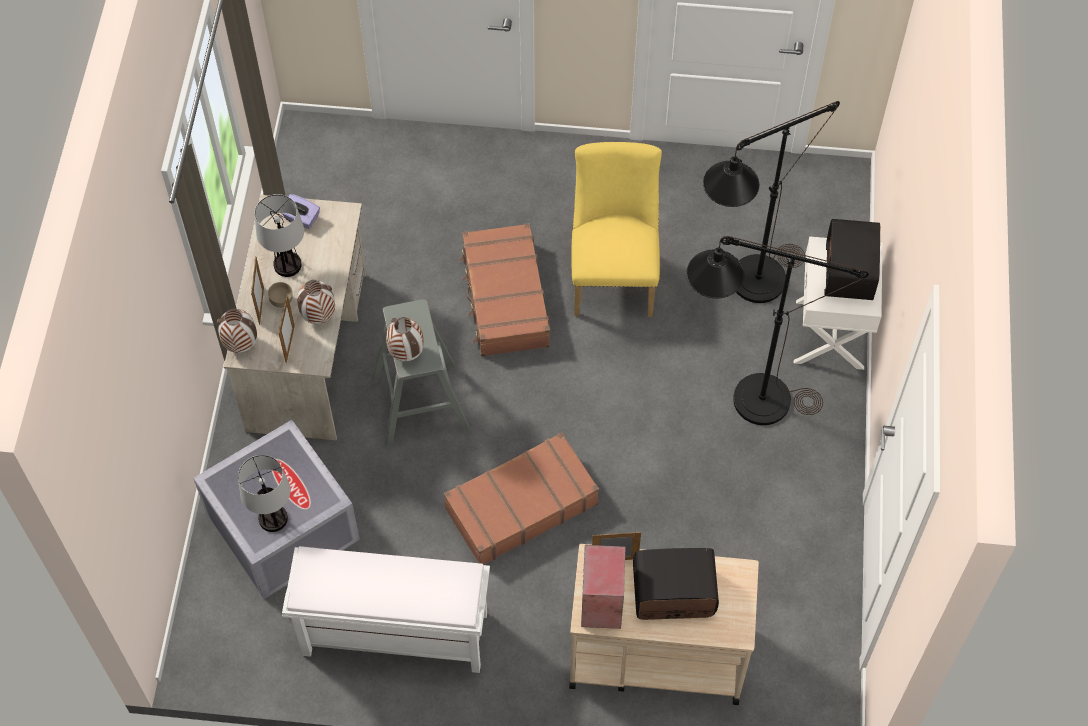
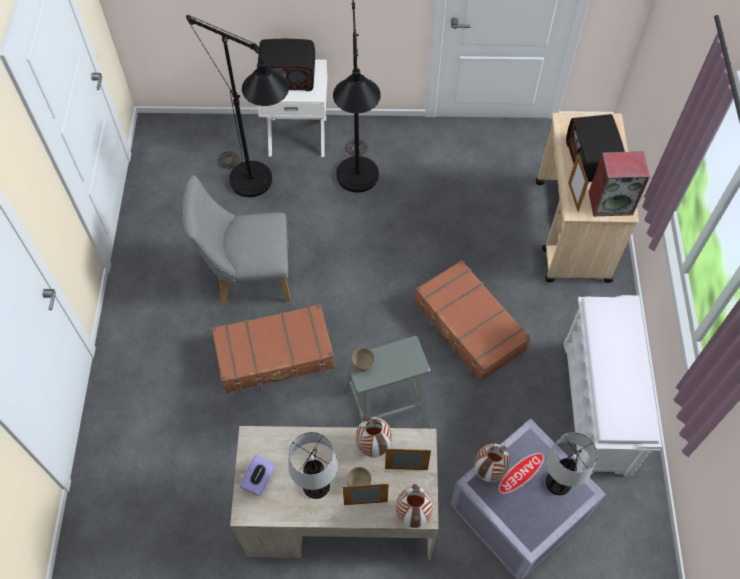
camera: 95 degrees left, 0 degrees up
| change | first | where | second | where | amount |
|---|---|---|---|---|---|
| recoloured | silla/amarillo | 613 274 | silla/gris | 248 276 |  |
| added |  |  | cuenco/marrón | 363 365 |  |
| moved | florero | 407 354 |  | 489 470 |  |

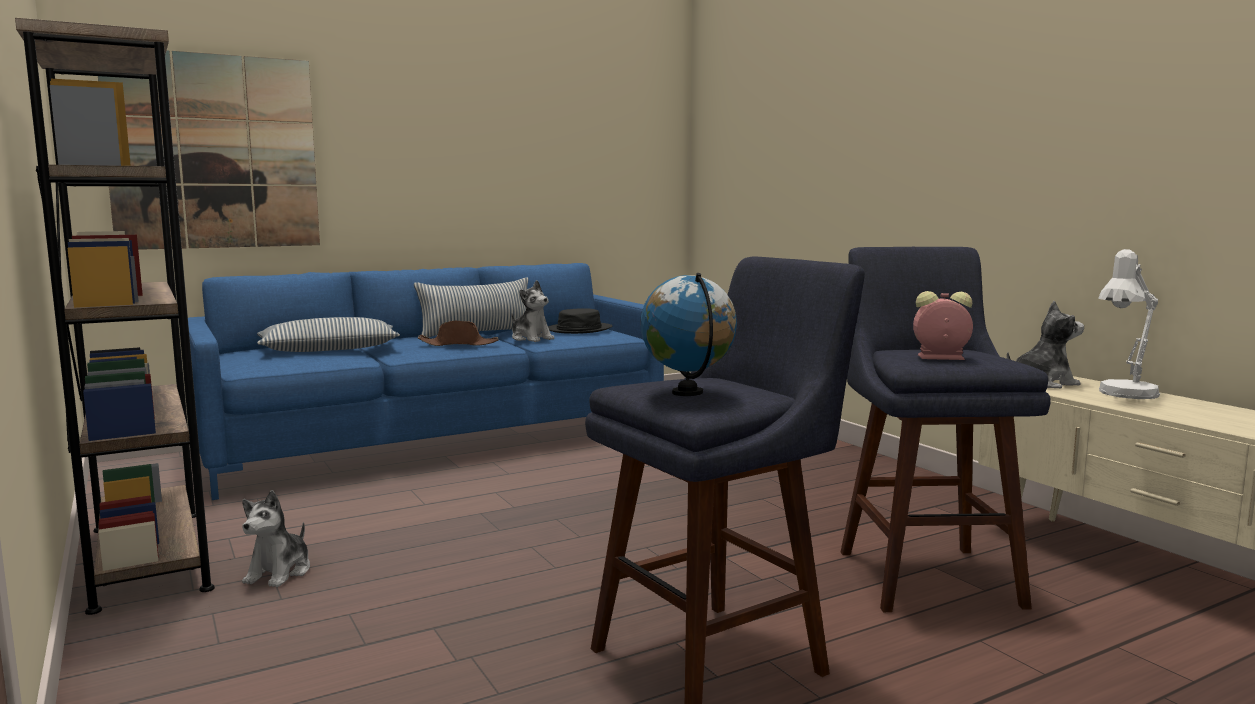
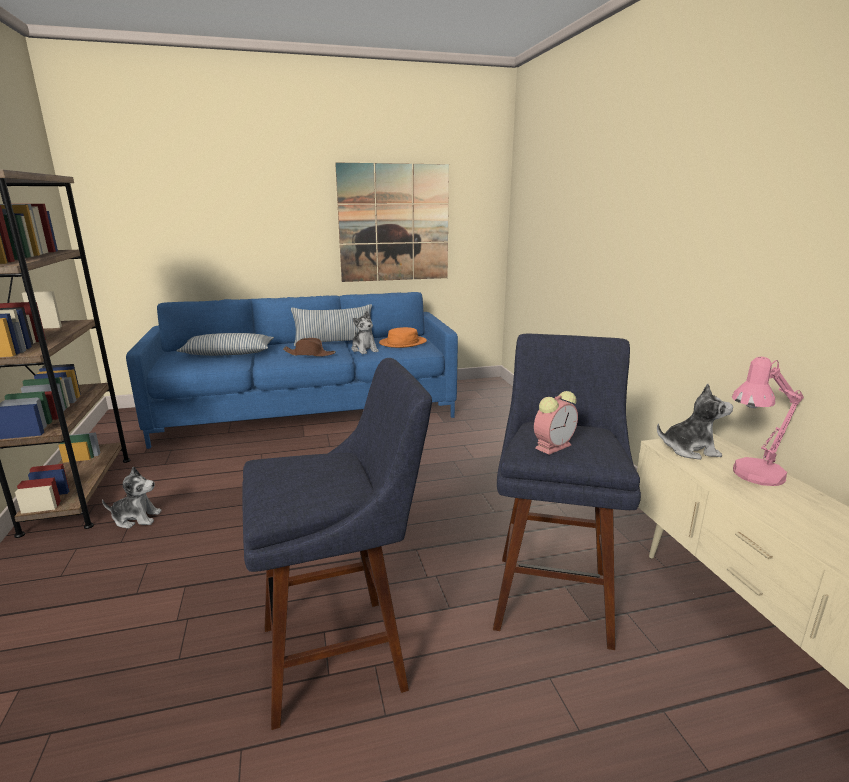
camera: 15 degrees right, 10 degrees up
| change | first | where | second | where | amount |
|---|---|---|---|---|---|
| turned | peluche | 279 573 |  | 136 518 | 120 degrees counterclockwise |
| moved | cuadro | 214 152 |  | 394 223 |  |
| recoloured | sombrero/negro | 579 329 | sombrero/naranja | 402 343 |  |
| turned | despertador | 938 357 |  | 554 446 | 120 degrees clockwise |
| recoloured | lámpara de mesa/blanco | 1123 395 | lámpara de mesa/rosa | 751 476 |  |
| removed | globo terráqueo | 688 393 |  |  |  |

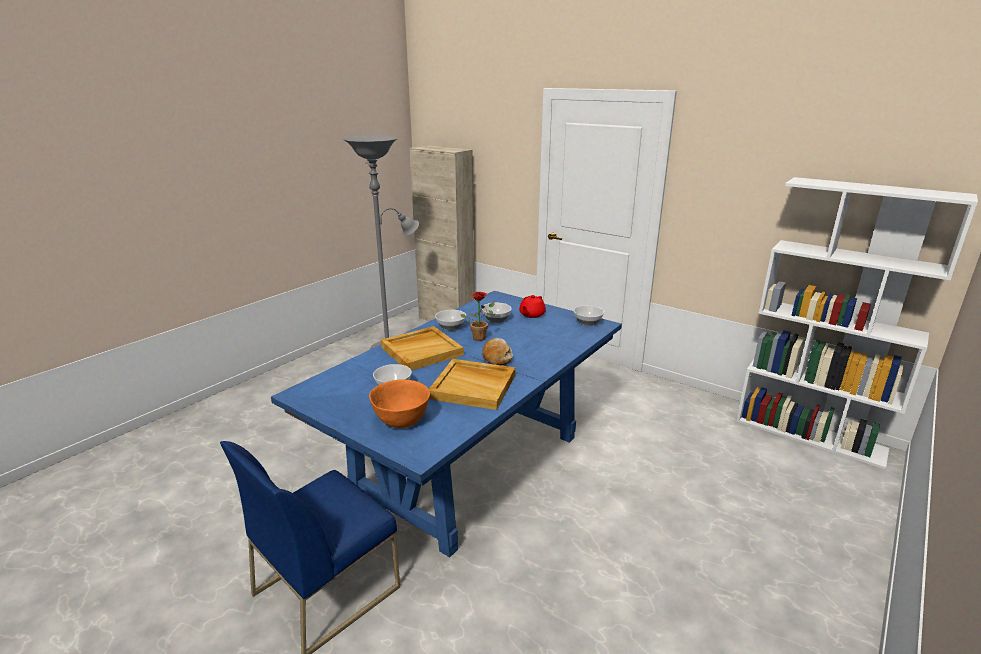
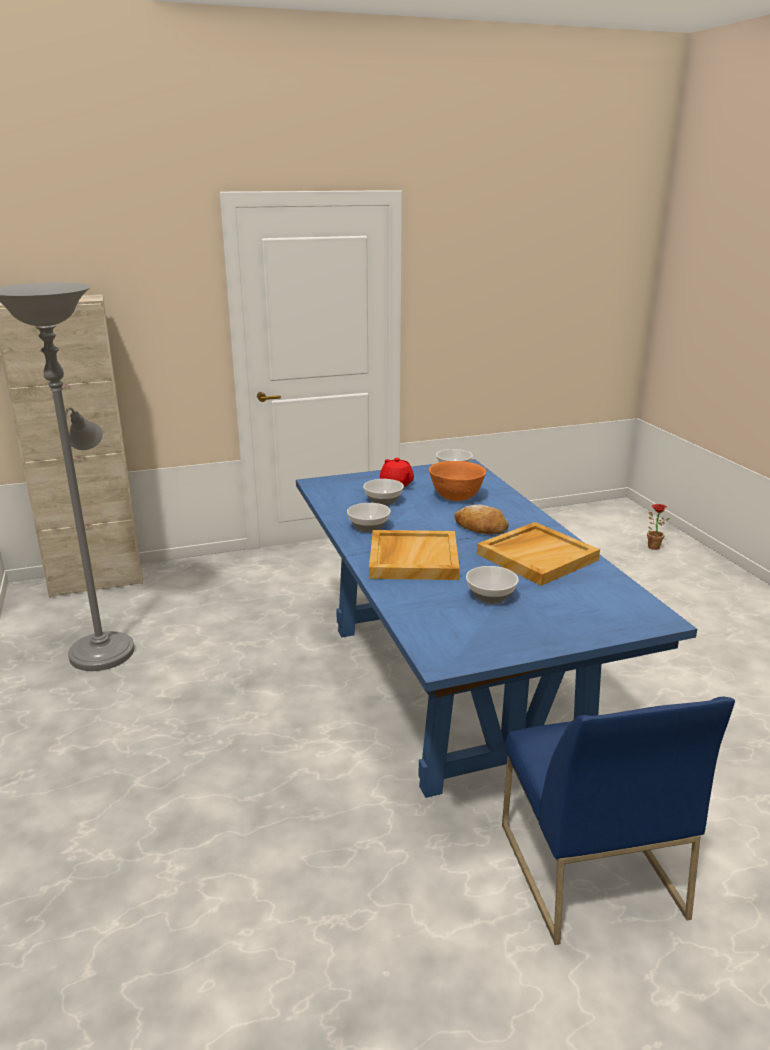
camera: 55 degrees left, 0 degrees up
| change | first | where | second | where | amount |
|---|---|---|---|---|---|
| moved | cuenco/naranja | 401 421 |  | 456 497 |  |
| moved | planta en maceta | 480 337 |  | 651 546 |  |
| removed | estantería/blanco | 810 435 |  |  |  |

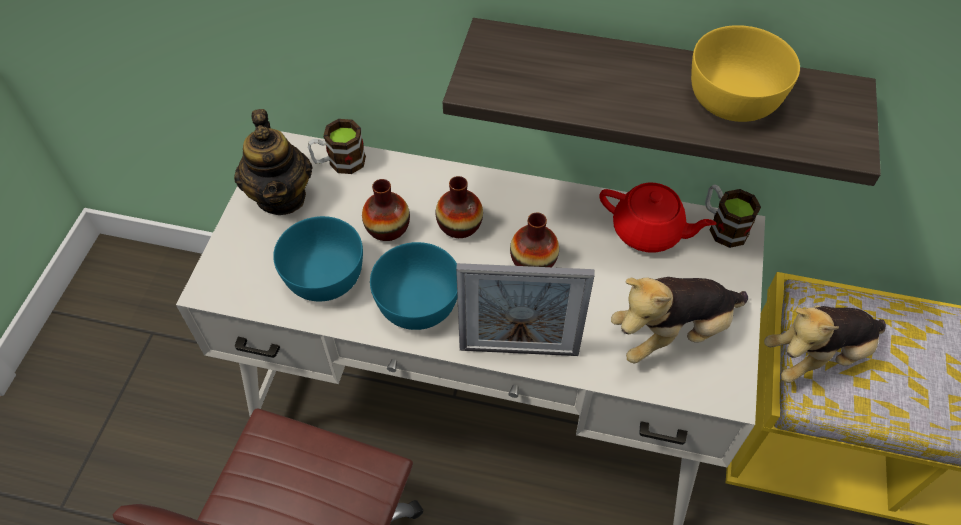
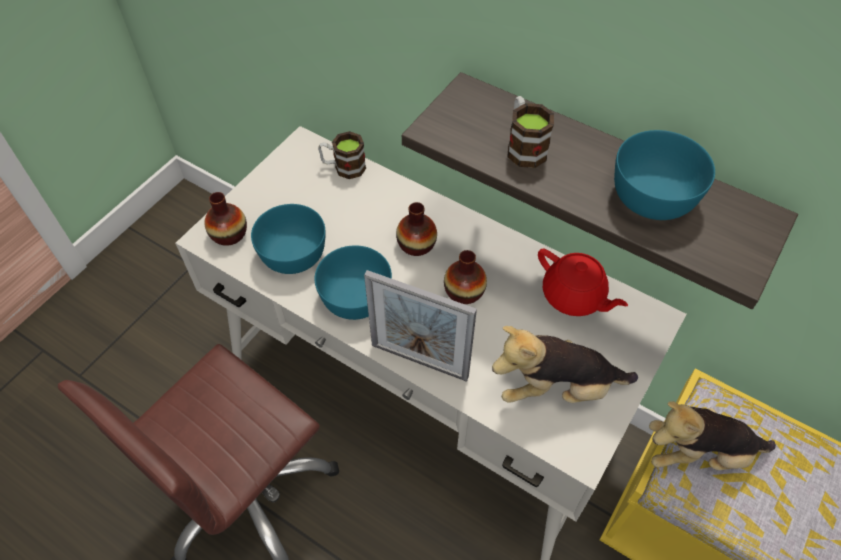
camera: 20 degrees right, 0 degrees up
| change | first | where | second | where | amount |
|---|---|---|---|---|---|
| moved | florero | 387 227 |  | 229 234 |  |
| moved | taza grande | 722 226 |  | 523 146 |  |
| recoloured | cuenco/amarillo | 735 98 | cuenco/turquesa | 654 196 |  |
| removed | tetera | 281 196 |  |  |  |

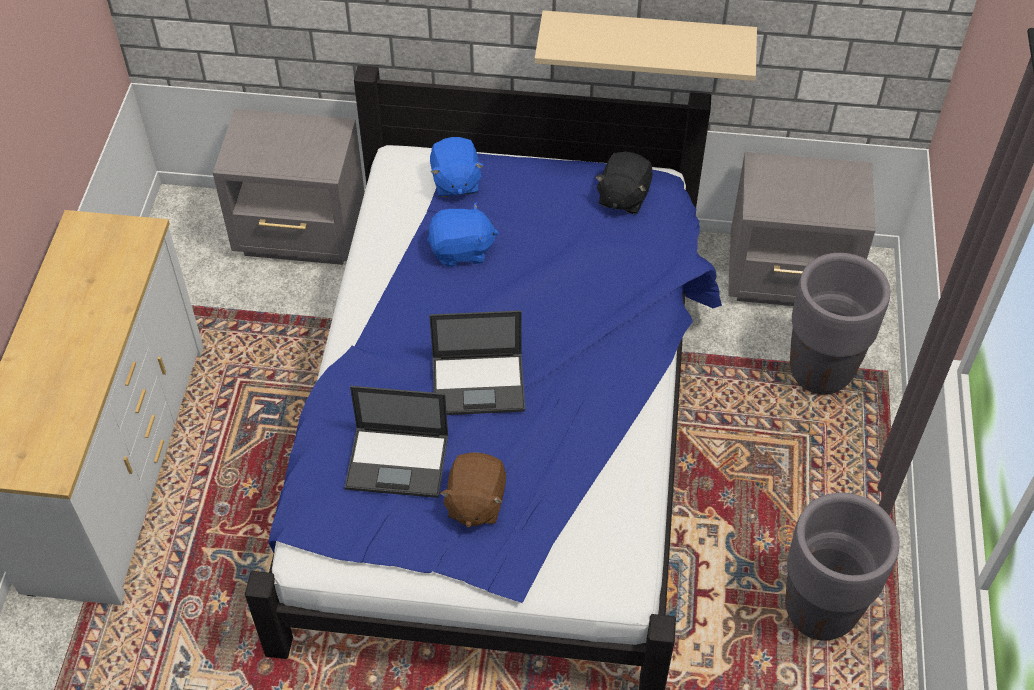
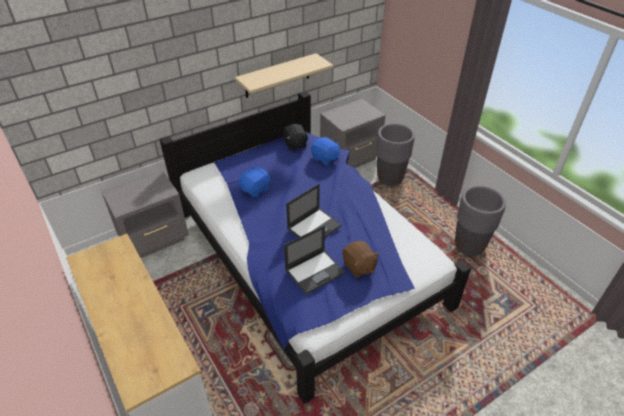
camera: 40 degrees left, 10 degrees down
| change | first | where | second | where | amount |
|---|---|---|---|---|---|
| moved | peluche/azul | 455 182 |  | 325 158 |  |

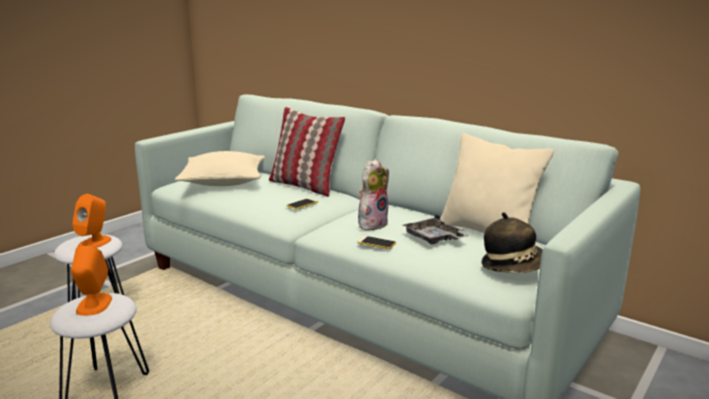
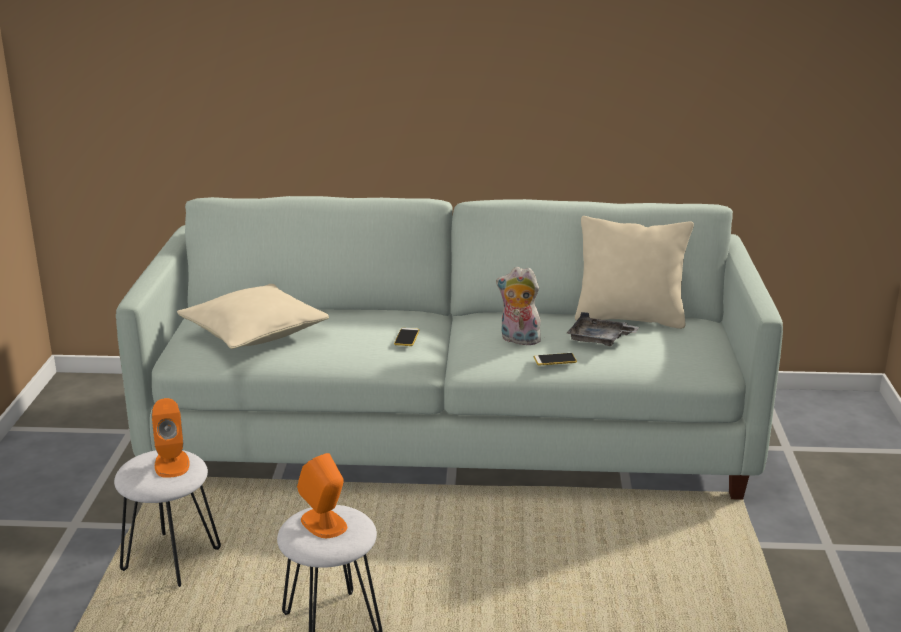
camera: 35 degrees left, 5 degrees up
| change | first | where | second | where | amount |
|---|---|---|---|---|---|
| turned | peluche | 372 224 |  | 518 340 | 75 degrees counterclockwise |
| removed | cojín | 304 186 |  |  |  |
| removed | sombrero | 513 266 |  |  |  |

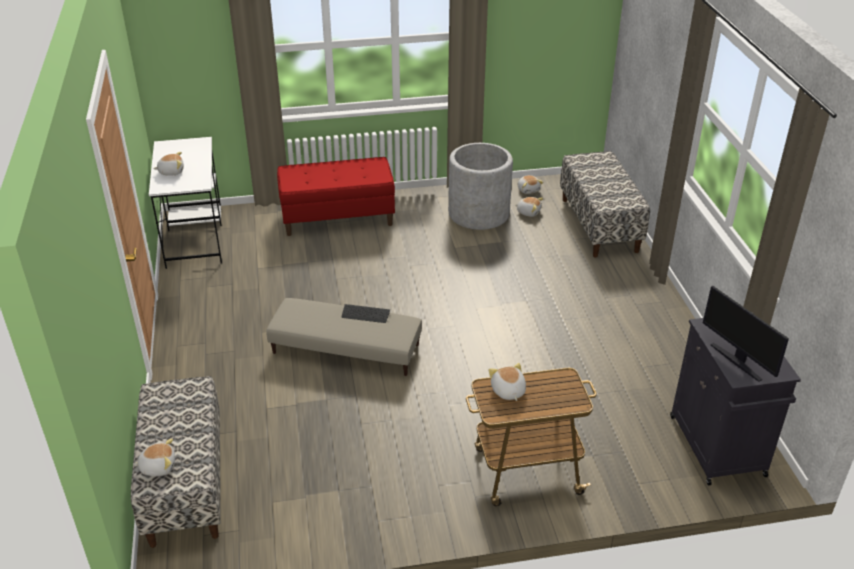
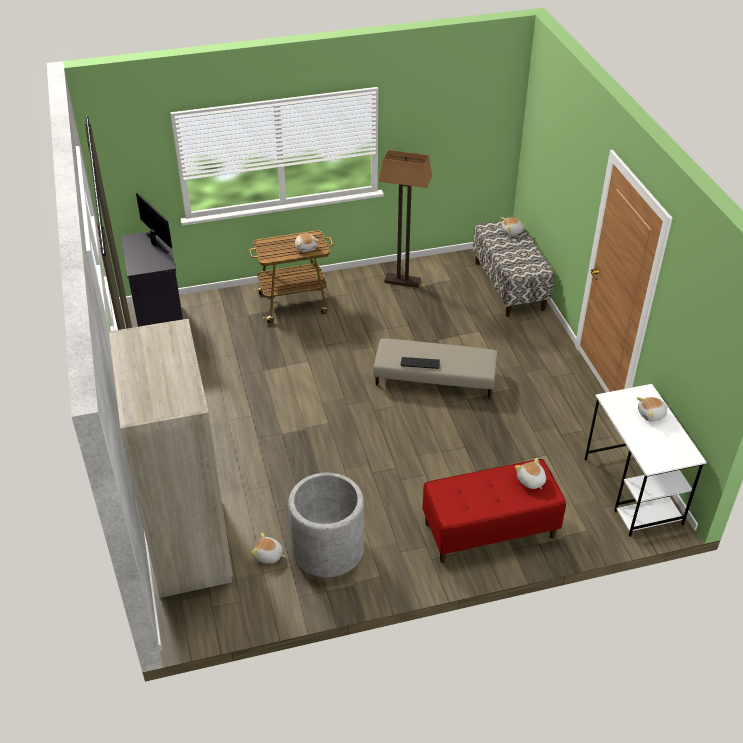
camera: 175 degrees right, 5 degrees up
| change | first | where | second | where | amount |
|---|---|---|---|---|---|
| replaced | banco | 599 225 | armario ropero/beis | 189 539 |  |
| added |  |  | lámpara de pie | 402 281 |  |
| moved | peluche | 528 190 |  | 530 481 |  |

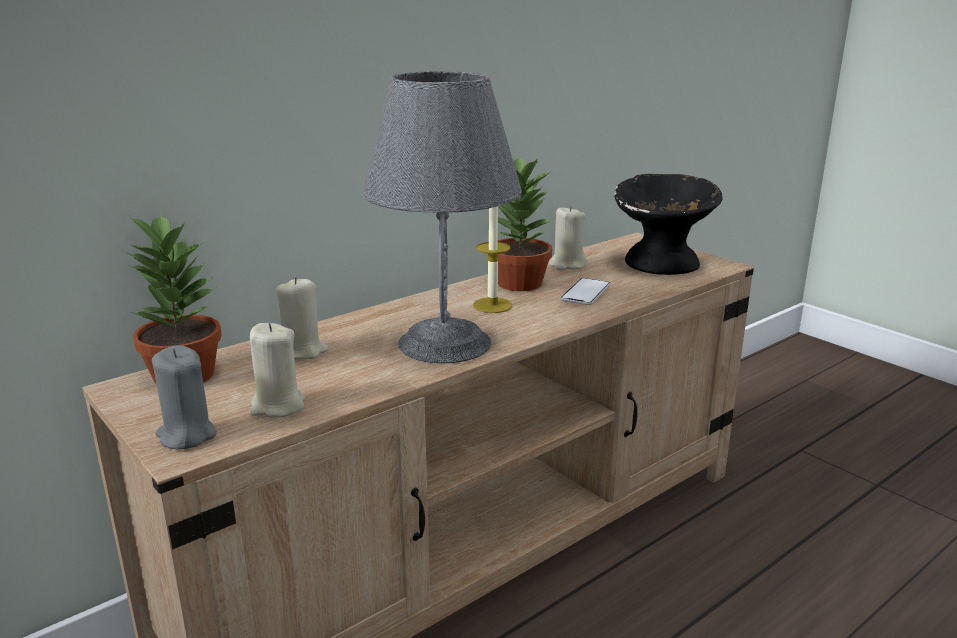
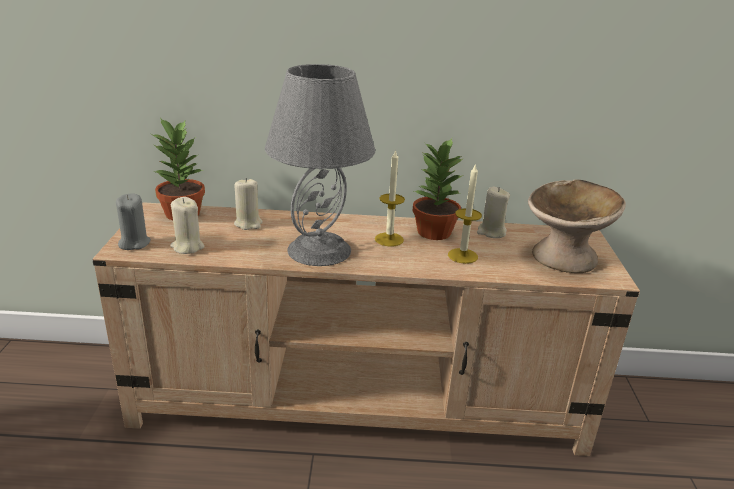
camera: 40 degrees right, 5 degrees up
| change | first | where | second | where | amount |
|---|---|---|---|---|---|
| replaced | móvil | 585 293 | vela | 462 256 |  |
| recoloured | cuenco/negro | 661 263 | cuenco/beis | 564 258 |  |

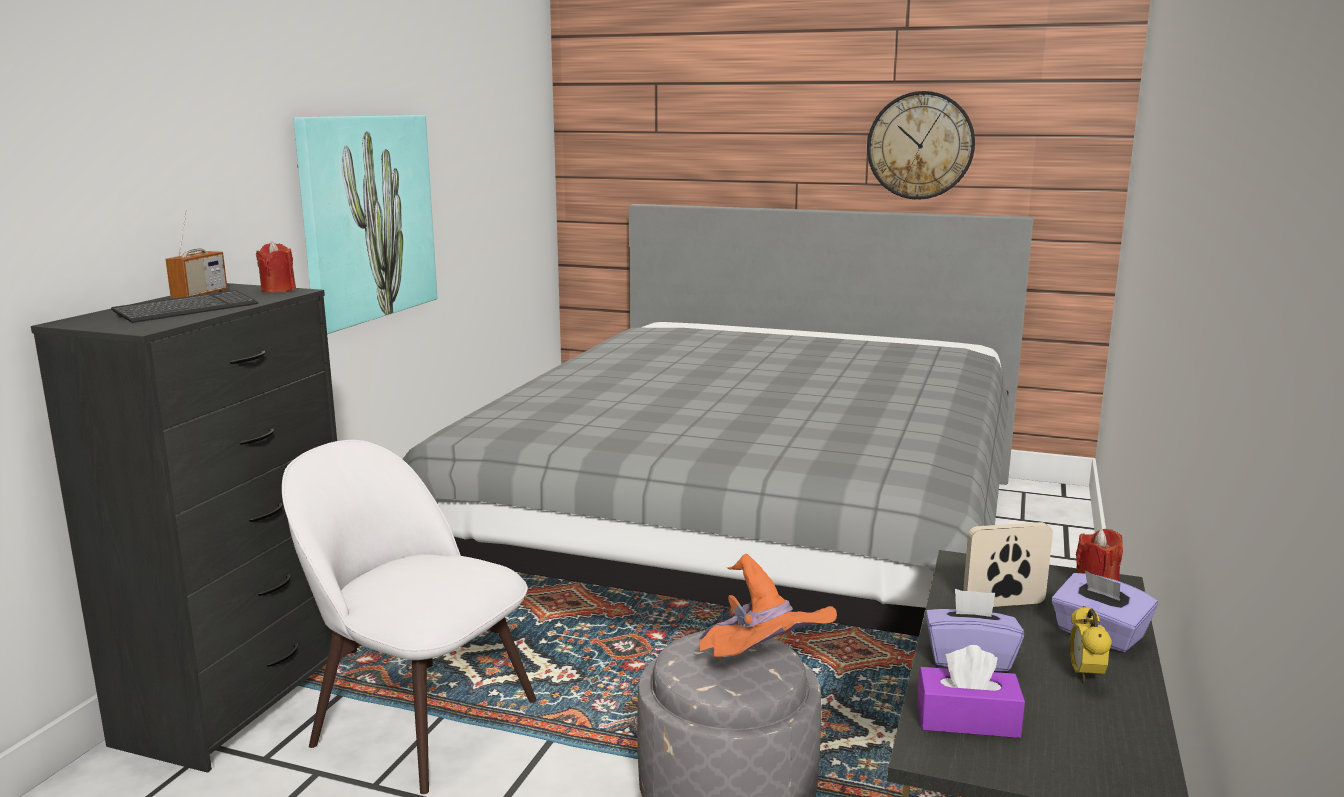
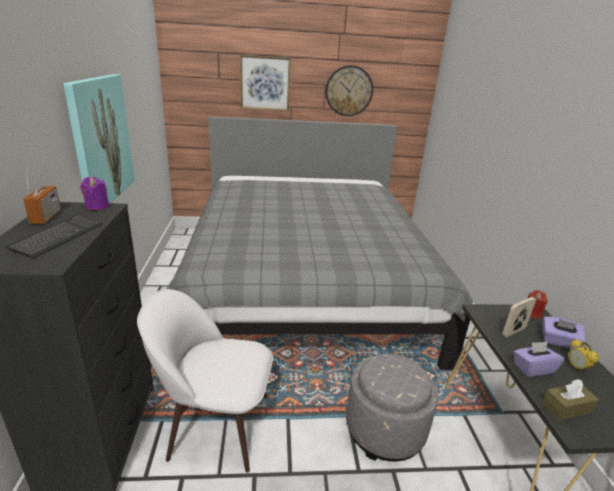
camera: 25 degrees left, 10 degrees up
| change | first | where | second | where | amount |
|---|---|---|---|---|---|
| recoloured | vela/rojo | 278 290 | vela/morado | 97 206 |  |
| added |  |  | cuadro | 265 83 |  |
| recoloured | caja de pañuelos/morado | 967 720 | caja de pañuelos/marrón | 566 407 |  |
| removed | sombrero/naranja | 762 669 |  |  |  |

